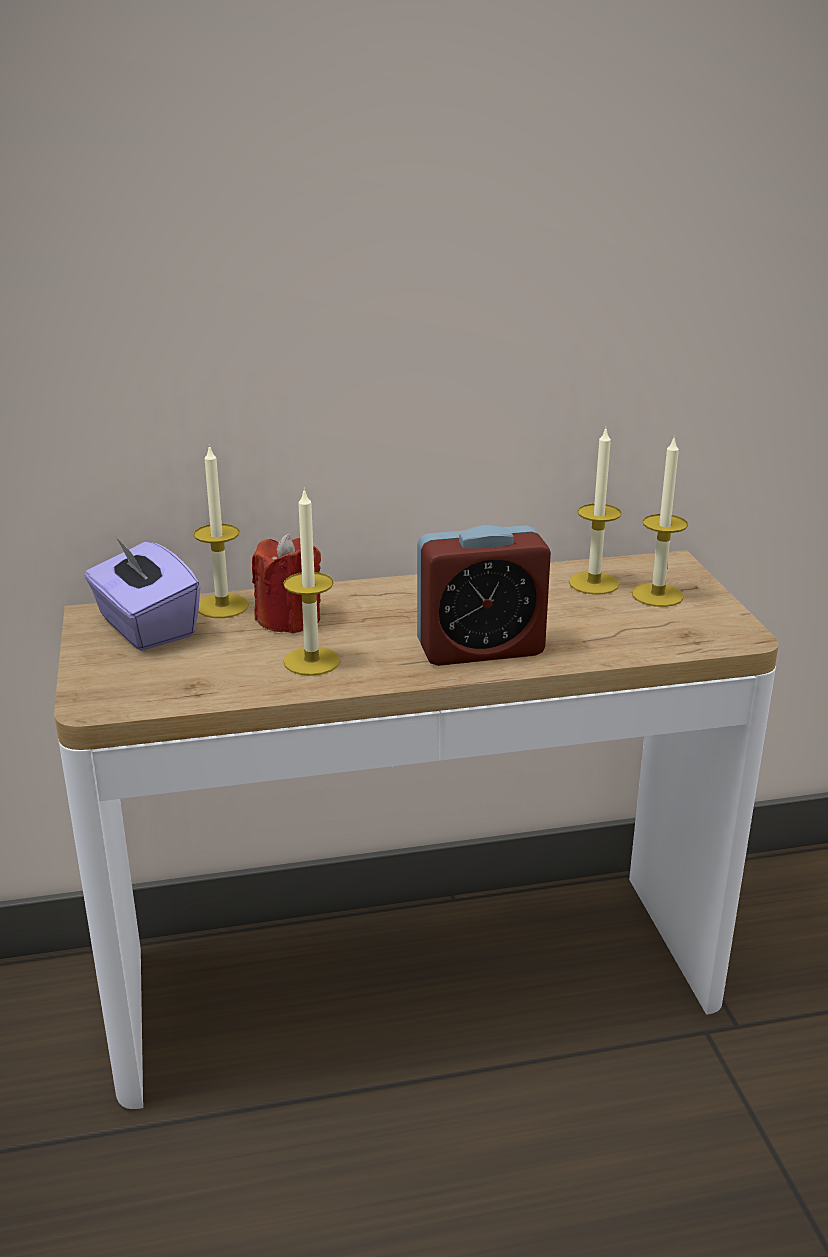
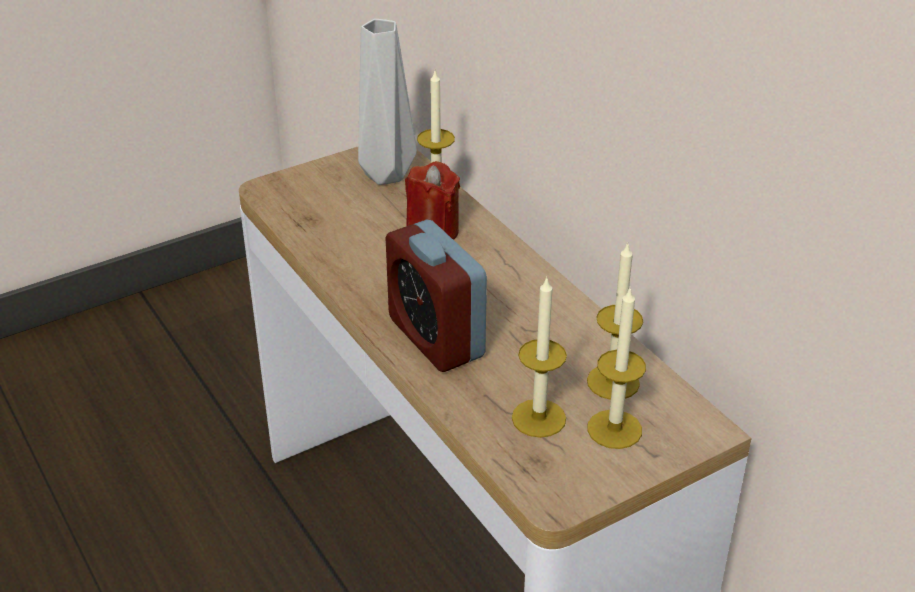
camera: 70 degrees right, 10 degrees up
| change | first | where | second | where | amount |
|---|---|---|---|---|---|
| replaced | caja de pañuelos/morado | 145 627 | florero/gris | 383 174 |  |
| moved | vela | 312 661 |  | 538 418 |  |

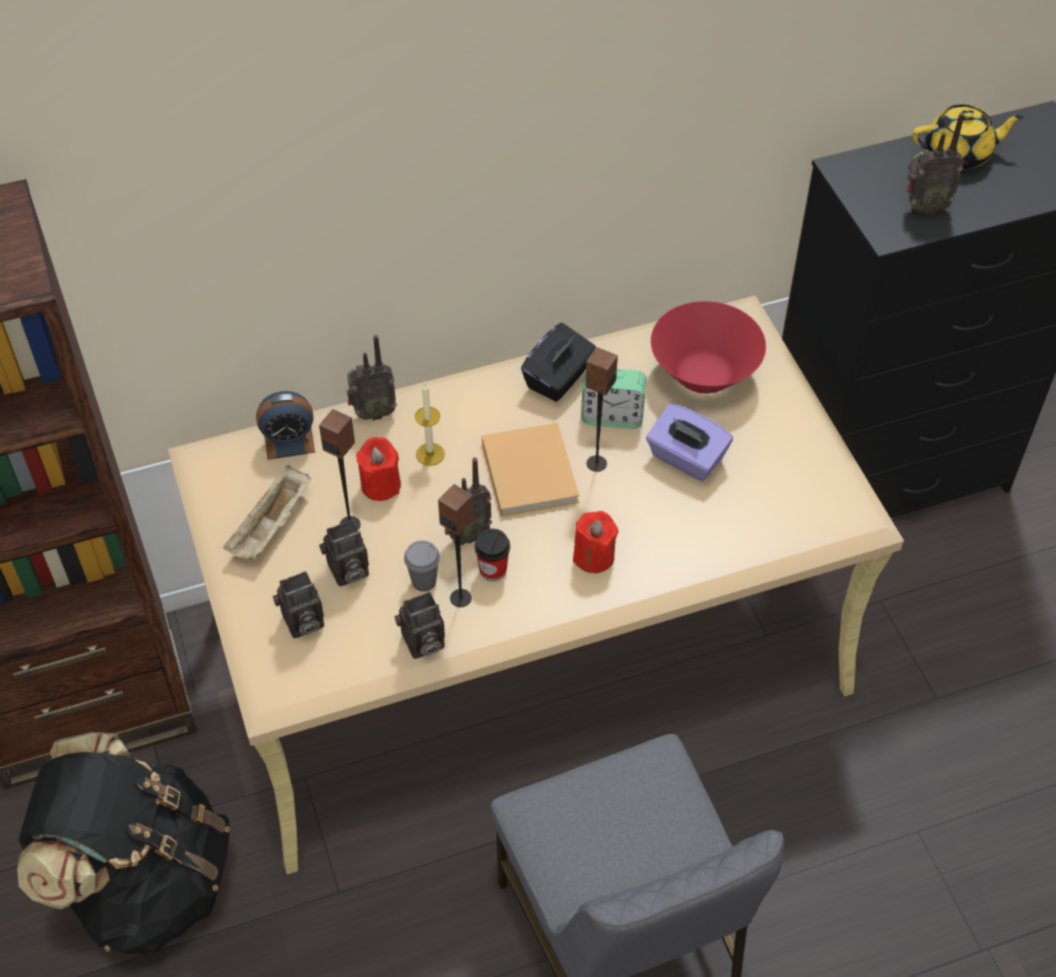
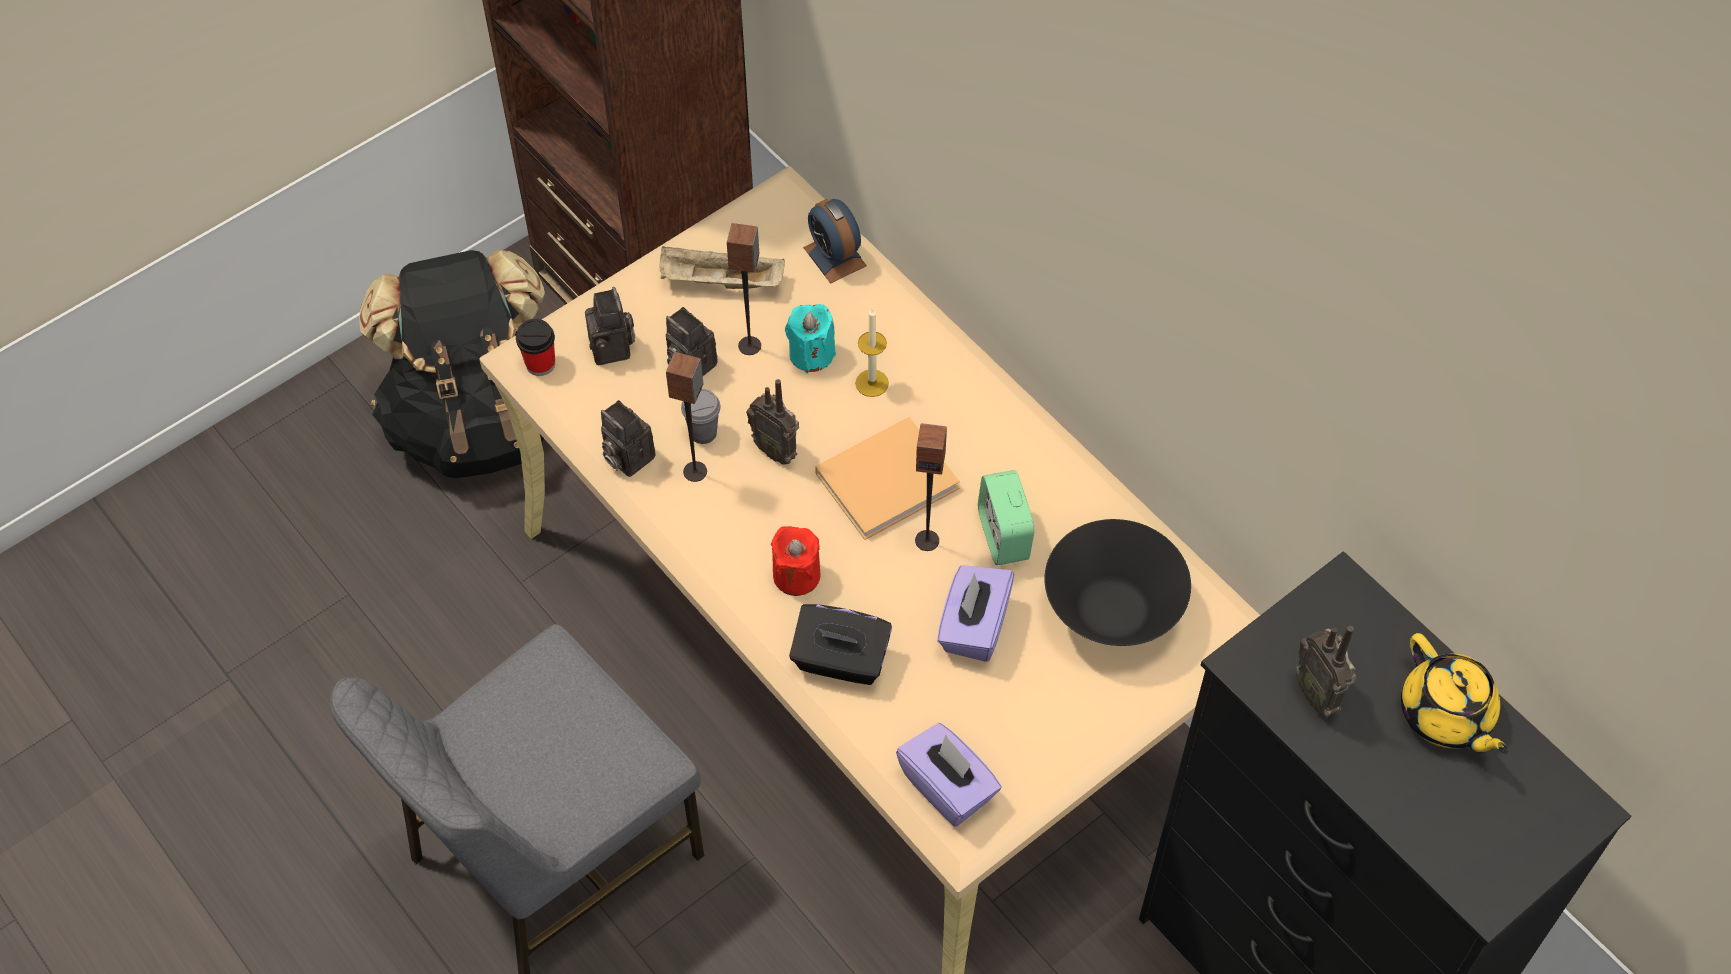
camera: 70 degrees right, 5 degrees up
| change | first | where | second | where | amount |
|---|---|---|---|---|---|
| moved | taza | 493 570 |  | 540 364 |  |
| turned | cámara | 302 623 |  | 613 350 | 150 degrees counterclockwise |
| recoloured | vela/rojo | 380 485 | vela/turquesa | 811 354 |  |
| moved | caja de pañuelos/negro | 558 378 |  | 840 660 |  |
| added |  |  | caja de pañuelos/morado | 948 787 |  |
| recoloured | cuenco/rojo | 704 374 | cuenco/negro | 1112 611 |  |
| removed | radio | 372 413 |  |  |  |

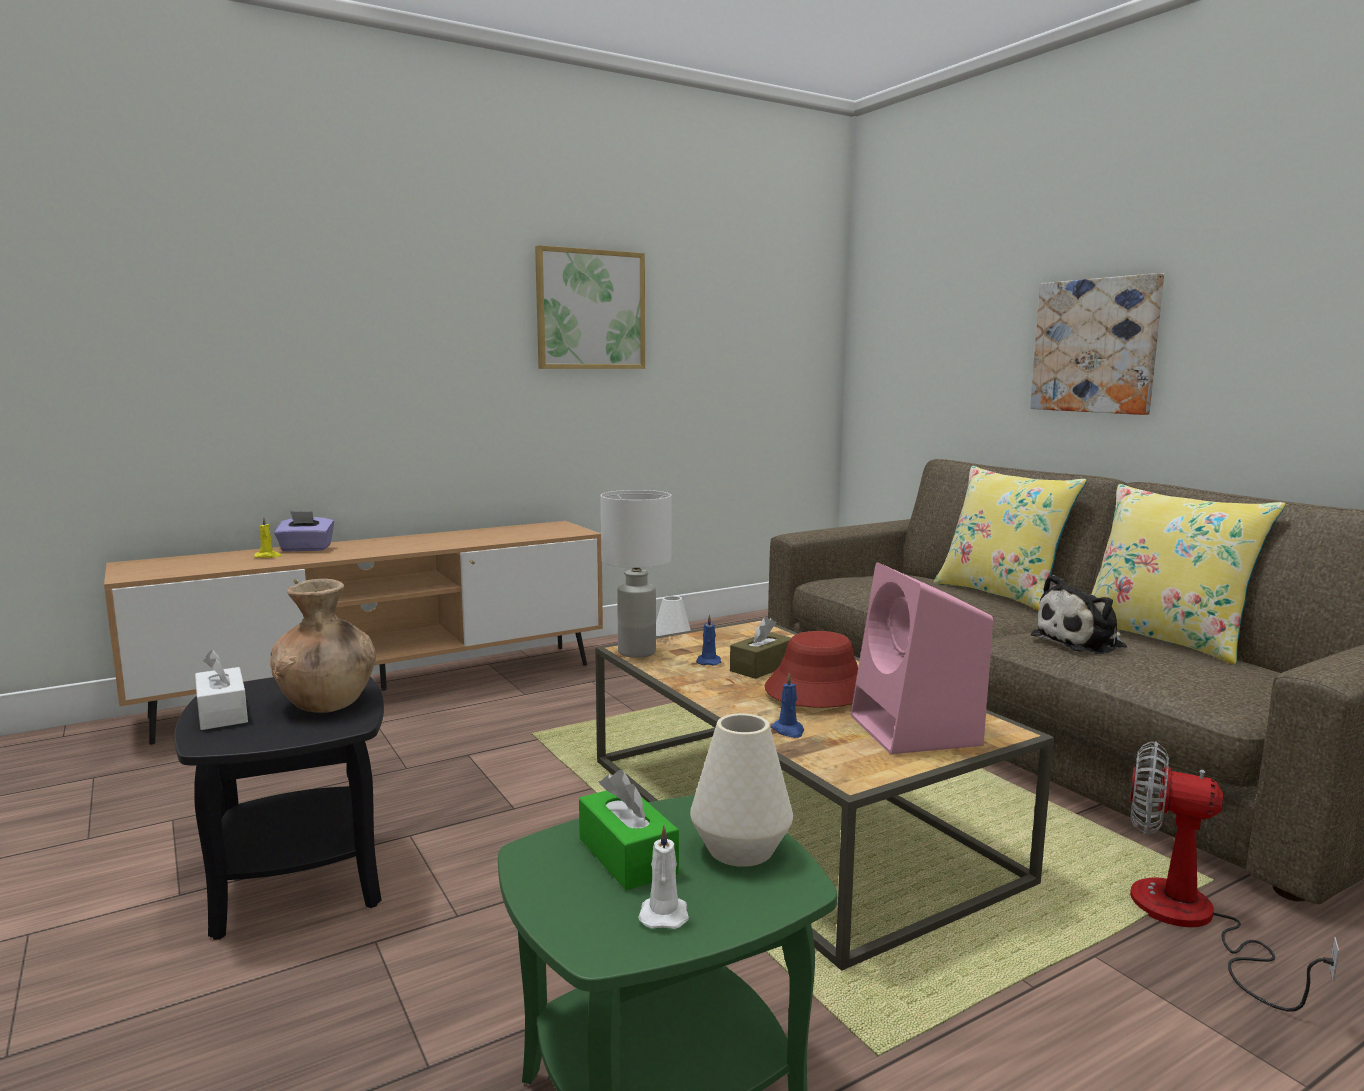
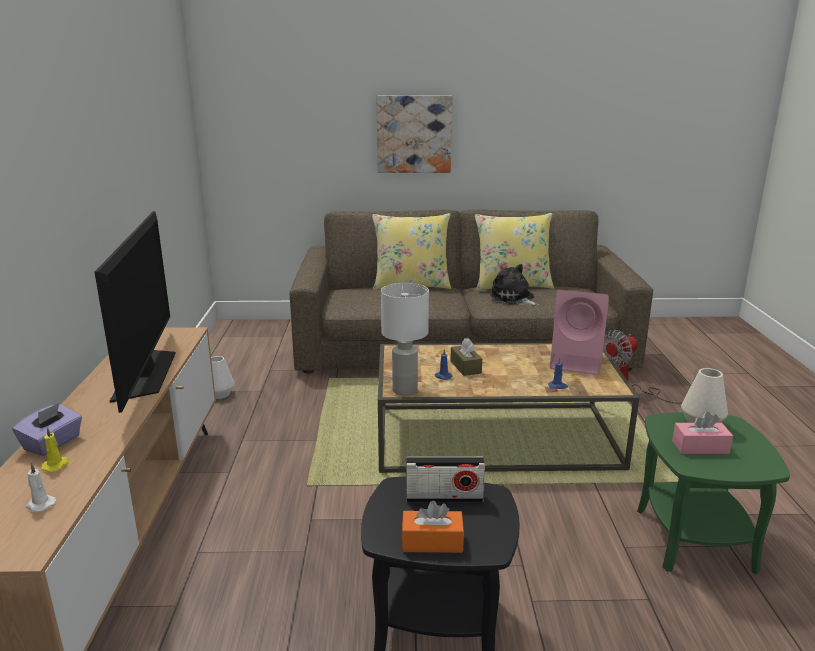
camera: 60 degrees left, 10 degrees up
| change | first | where | second | where | amount |
|---|---|---|---|---|---|
| moved | vela/blanco | 664 914 |  | 40 504 |  |
| added |  |  | televisor | 146 373 |  |
| recoloured | caja de pañuelos/blanco | 222 713 | caja de pañuelos/naranja | 432 542 |  |
| replaced | florero/marrón | 327 702 | radio | 444 498 |  |
| turned | peluche | 1083 642 |  | 513 298 | 135 degrees clockwise |
| recoloured | caja de pañuelos/verde | 627 856 | caja de pañuelos/rosa | 700 447 |  |
| removed | cuadro | 590 310 |  |  |  |
| removed | sombrero/rojo | 817 690 |  |  |  |

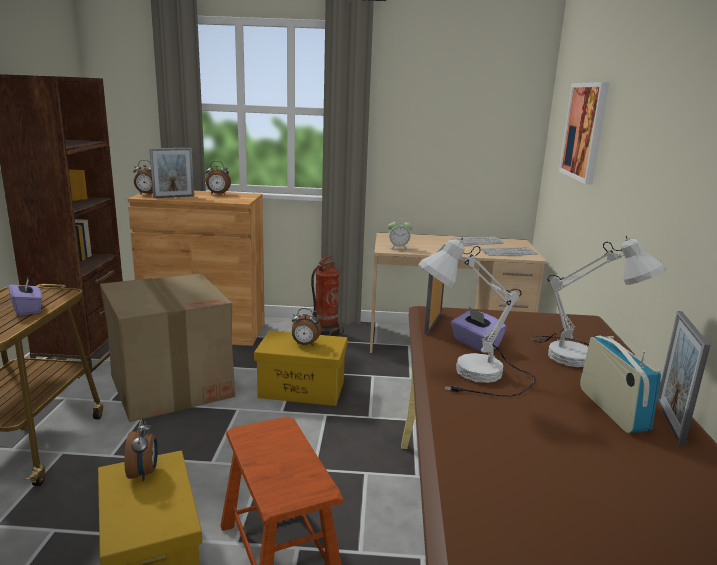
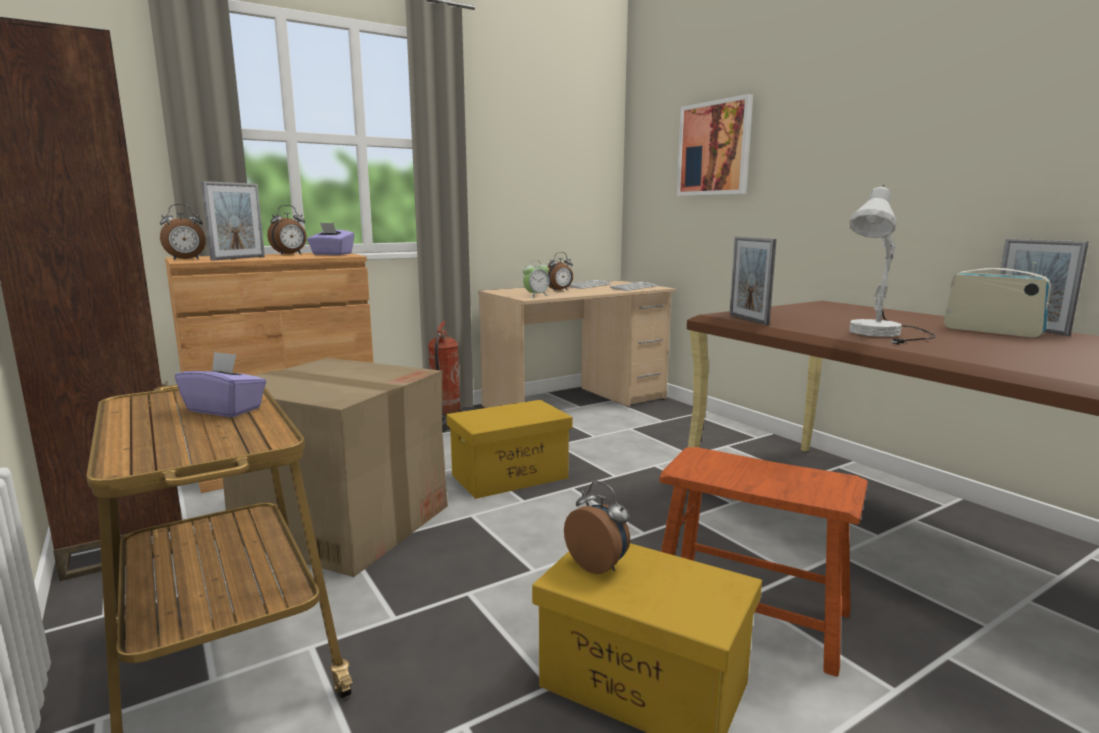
camera: 35 degrees left, 5 degrees down
| change | first | where | second | where | amount |
|---|---|---|---|---|---|
| moved | caja de pañuelos/morado | 475 344 |  | 332 254 |  |
| moved | despertador | 305 344 |  | 560 290 |  |
| removed | lámpara de mesa/blanco | 581 356 |  |  |  |

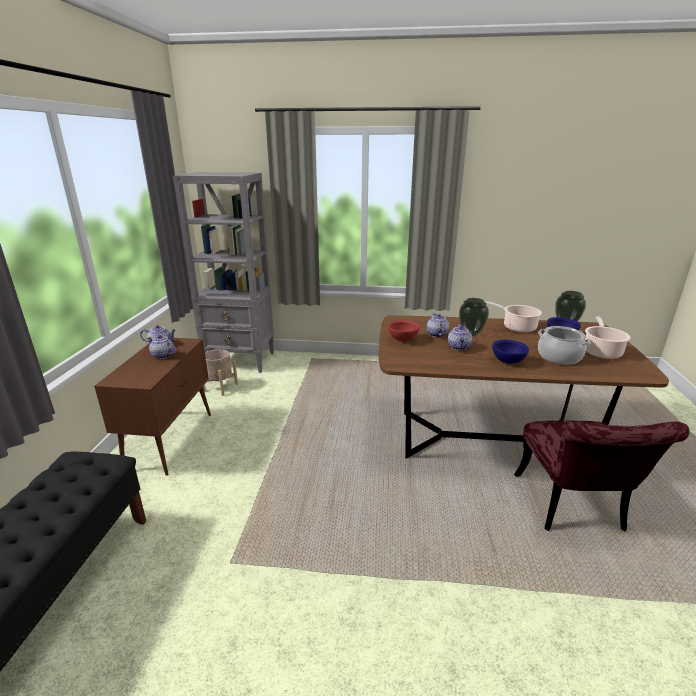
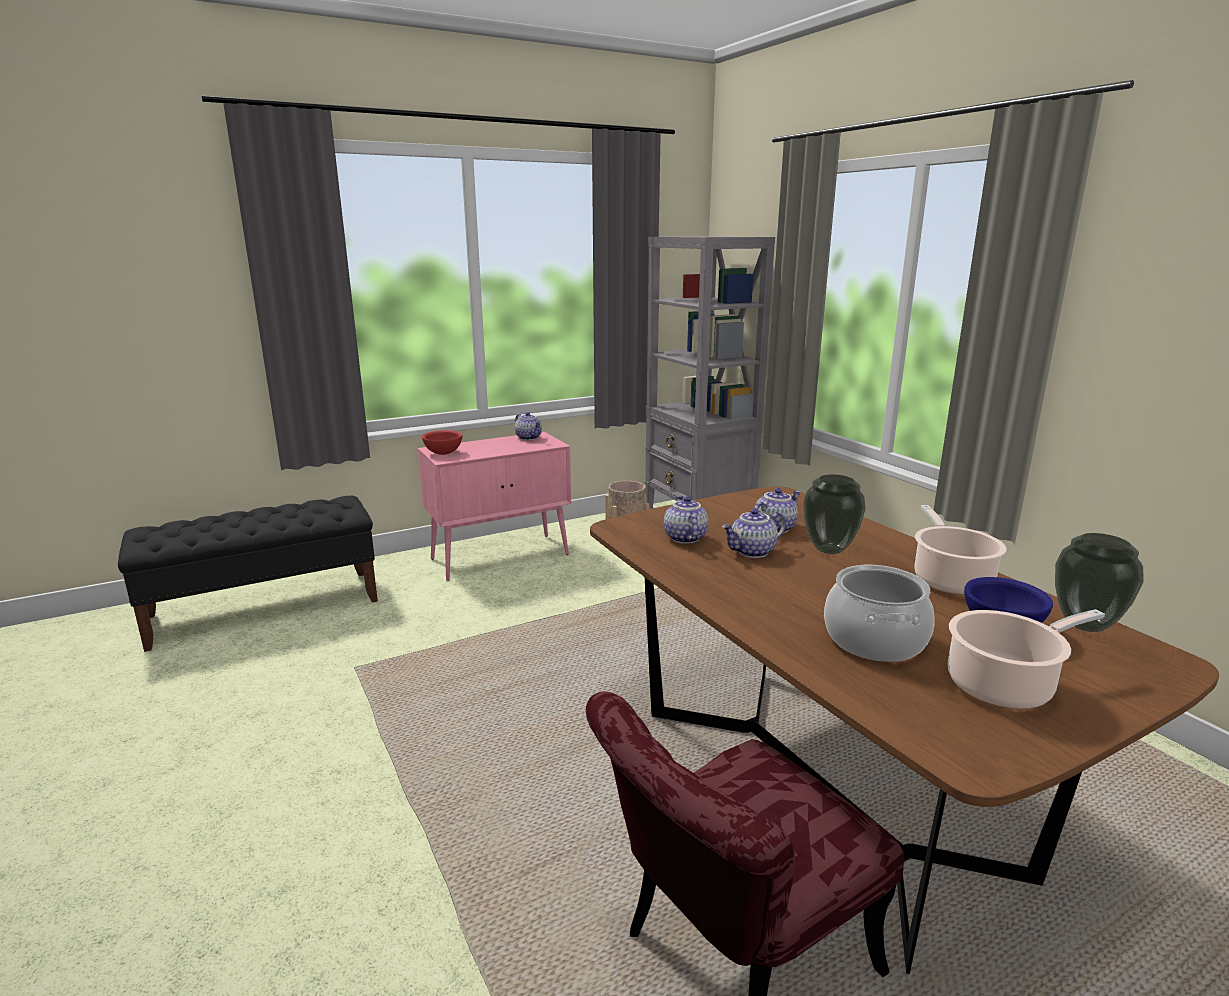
camera: 55 degrees right, 5 degrees down
| change | first | where | second | where | amount |
|---|---|---|---|---|---|
| recoloured | armario/marrón | 171 440 | armario/rosa | 501 556 |  |
| moved | cuenco/rojo | 403 339 |  | 443 453 |  |
| moved | tetera | 162 356 |  | 684 538 |  |
| removed | cuenco/azul | 508 361 |  |  |  |

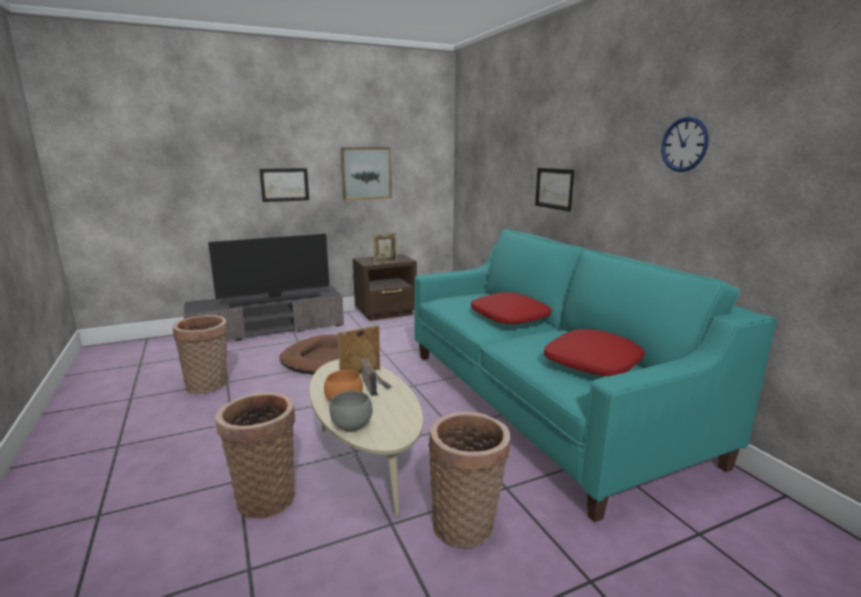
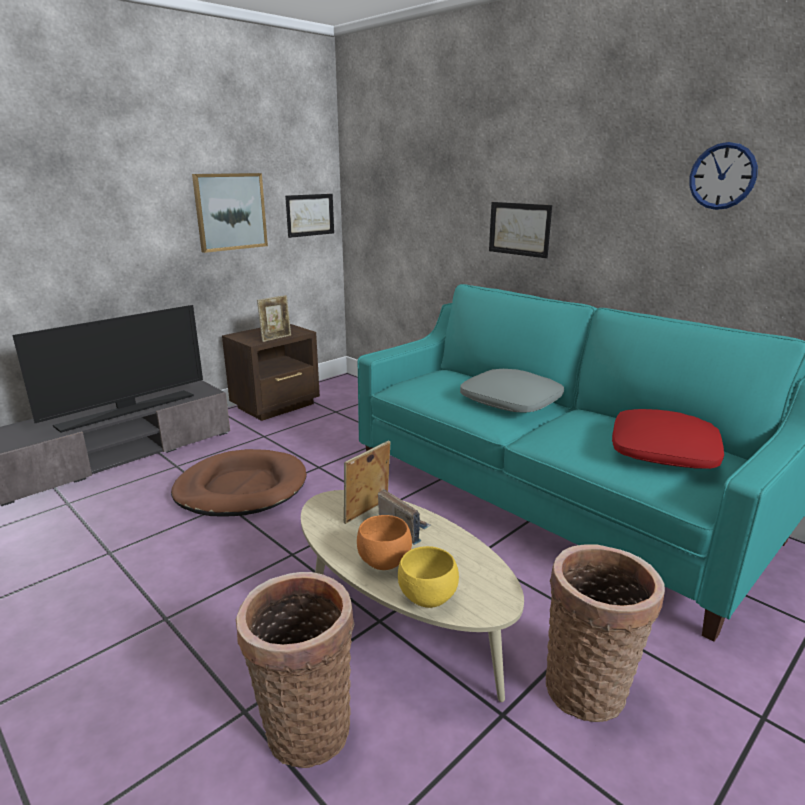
camera: 20 degrees left, 5 degrees up
| change | first | where | second | where | amount |
|---|---|---|---|---|---|
| moved | cuadro | 284 184 |  | 310 215 |  |
| recoloured | cuenco/gris | 351 427 | cuenco/amarillo | 427 599 |  |
| recoloured | cojín/rojo | 510 317 | cojín/gris | 511 401 |  |
| removed | cesta | 209 385 |  |  |  |

